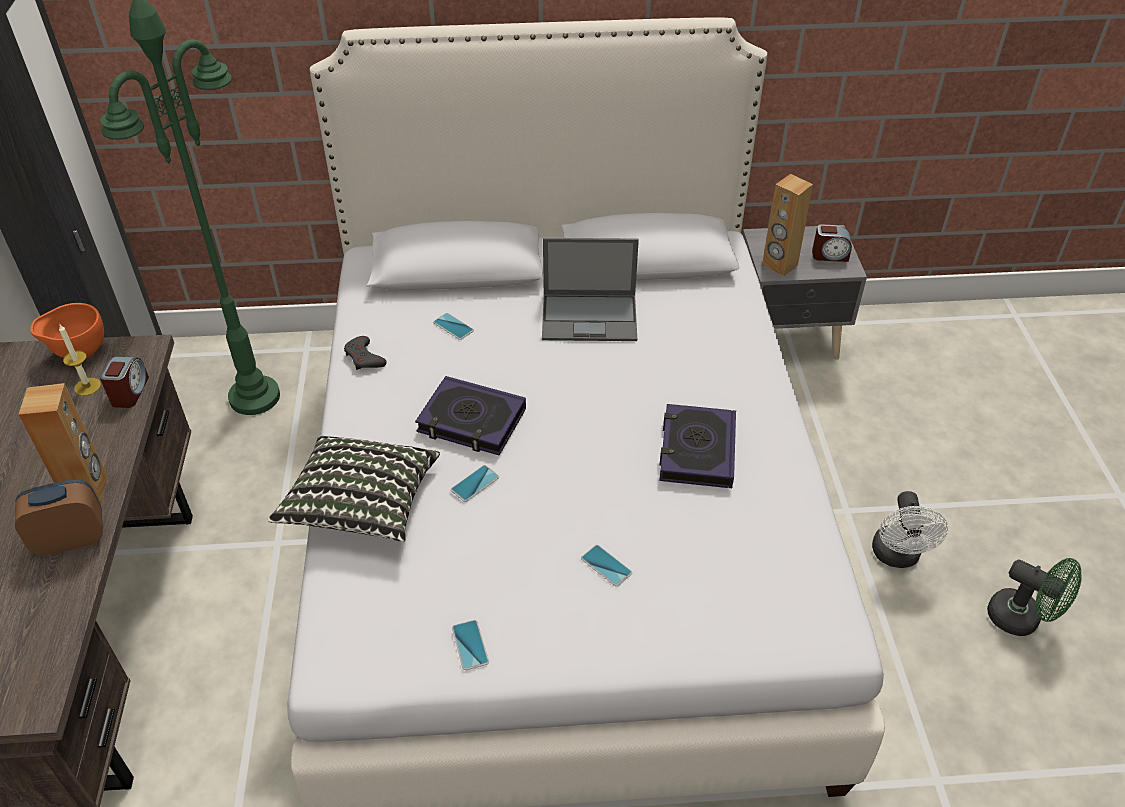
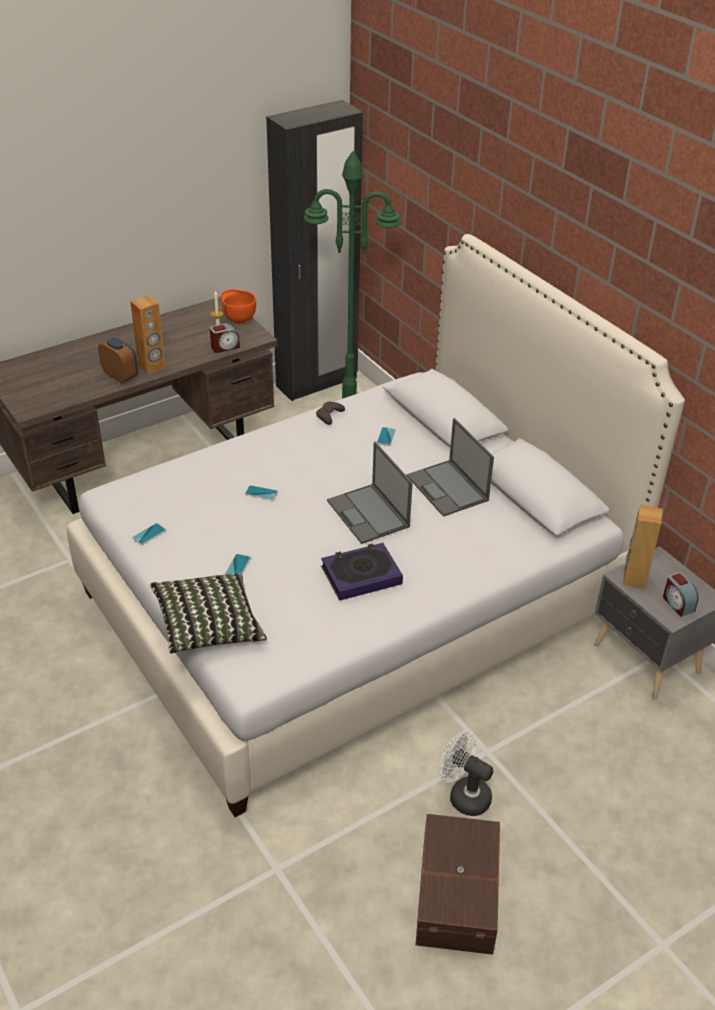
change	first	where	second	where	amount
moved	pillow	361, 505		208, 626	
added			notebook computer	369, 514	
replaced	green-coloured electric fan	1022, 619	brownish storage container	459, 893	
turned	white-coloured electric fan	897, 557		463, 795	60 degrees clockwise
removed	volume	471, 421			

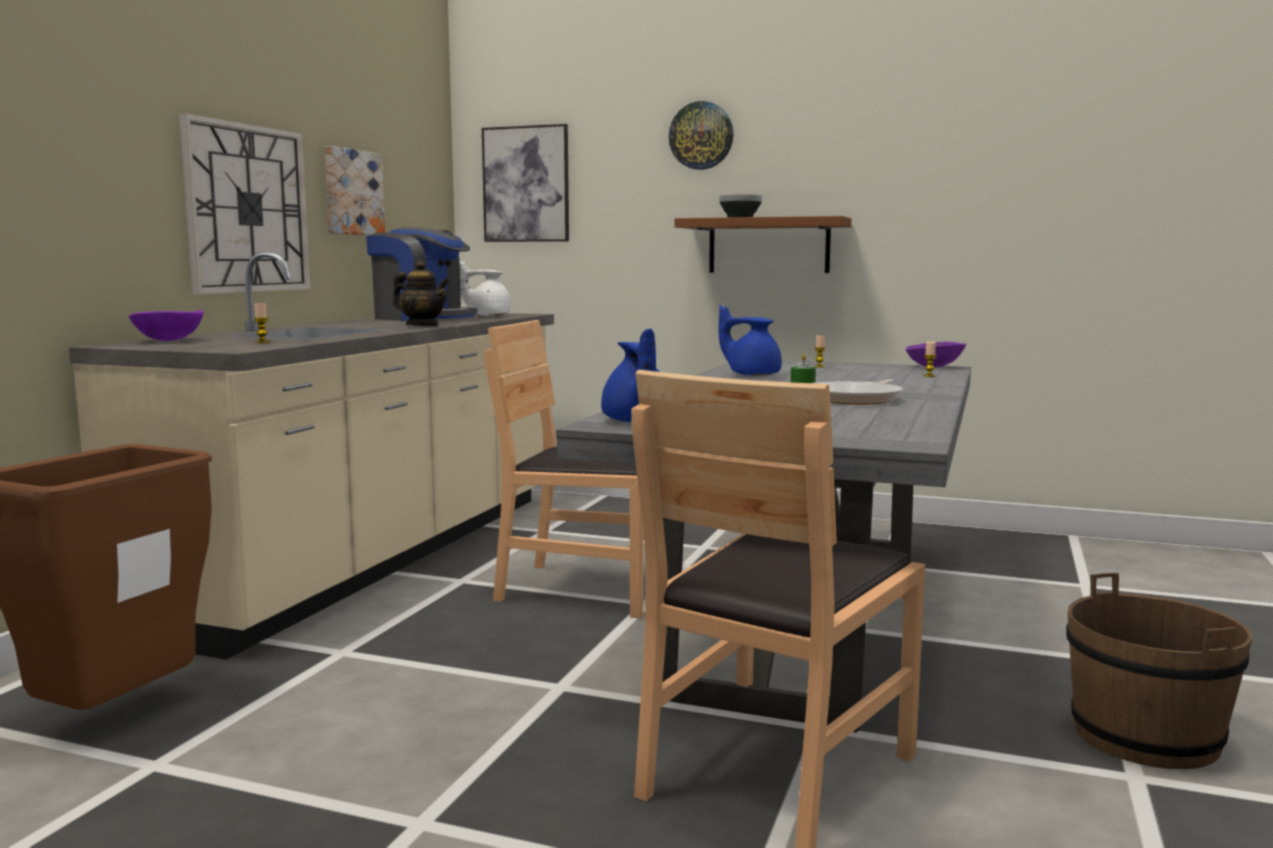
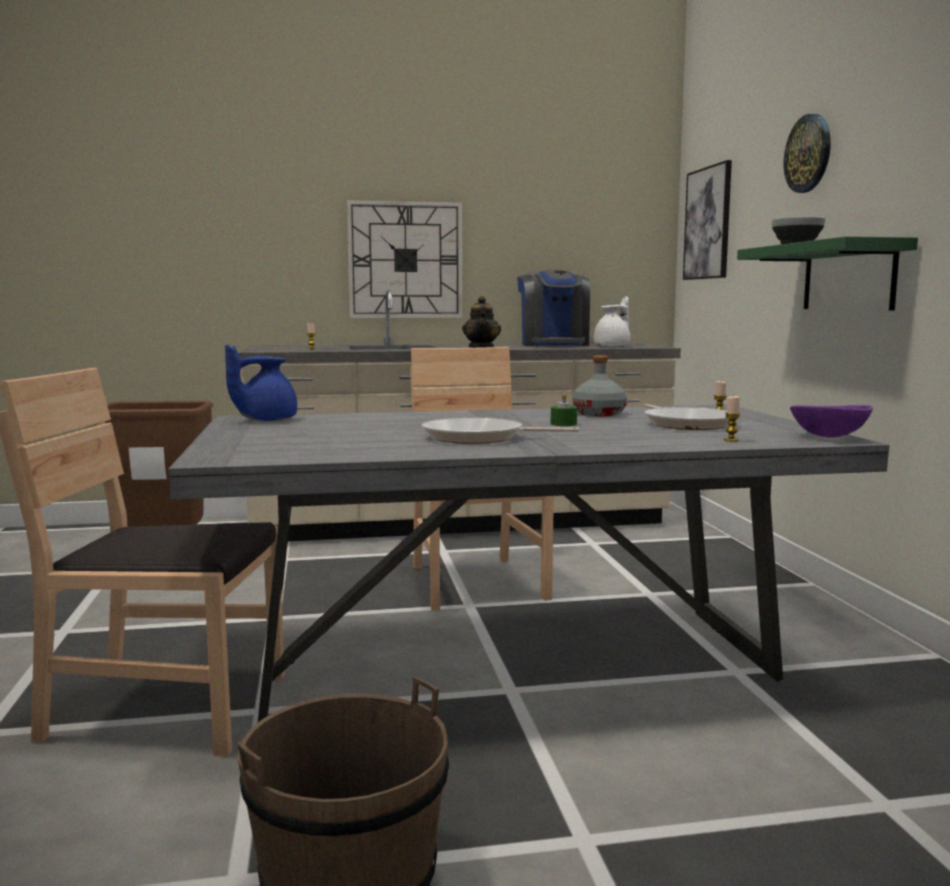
change	first	where	second	where	amount
replaced	blue teapot	752, 375	greyish drink bottle	599, 414	
turned	white-coloured teapot	488, 316		613, 346	75 degrees clockwise
added			skillet	687, 424	
recoloured	brownish shelf	769, 246	green-coloured shelf	848, 277	
removed	purple serving bowl	168, 341			
removed	wall picture	351, 192			

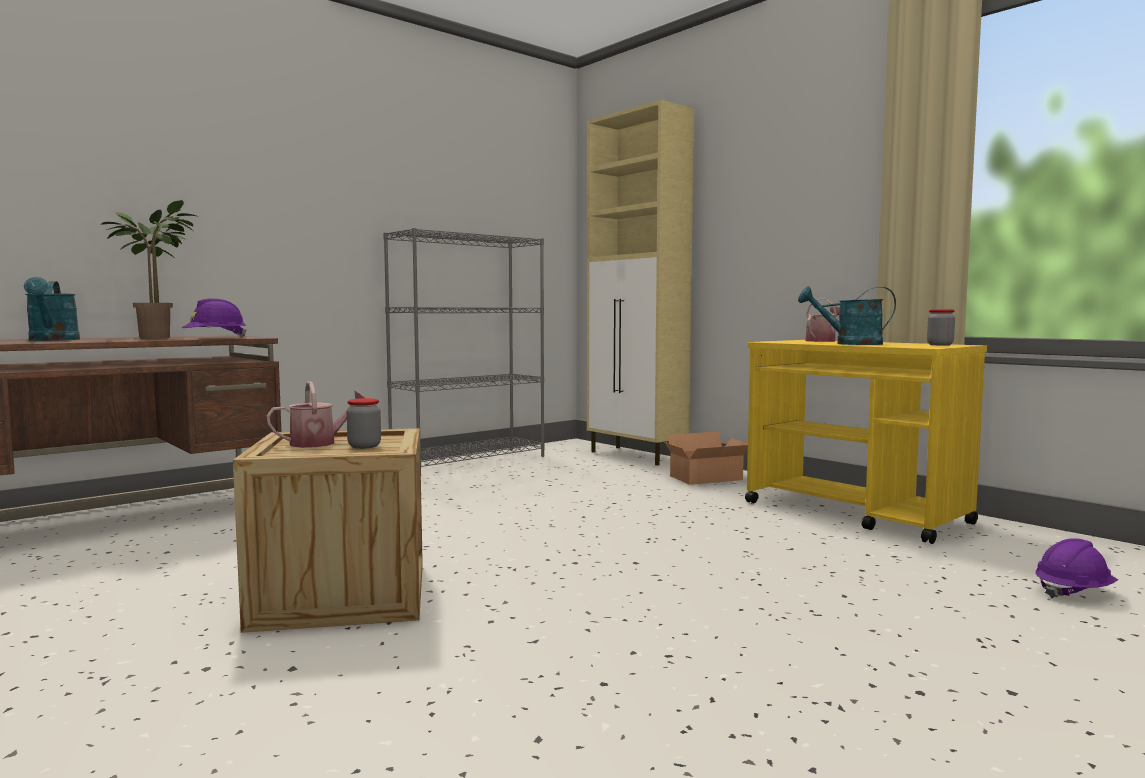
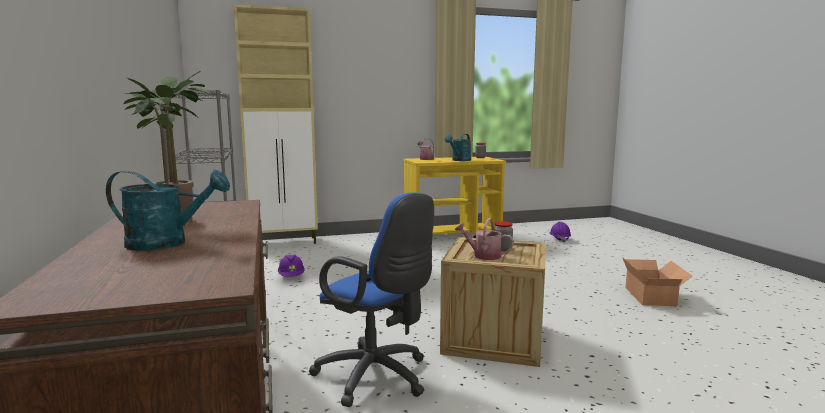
change	first	where	second	where	amount
moved	purple hard hat	215, 338		291, 277	
added			blue office chair	377, 378	
turned	watering can	319, 443		483, 255	60 degrees counterclockwise
moved	packing box	708, 478		651, 296	

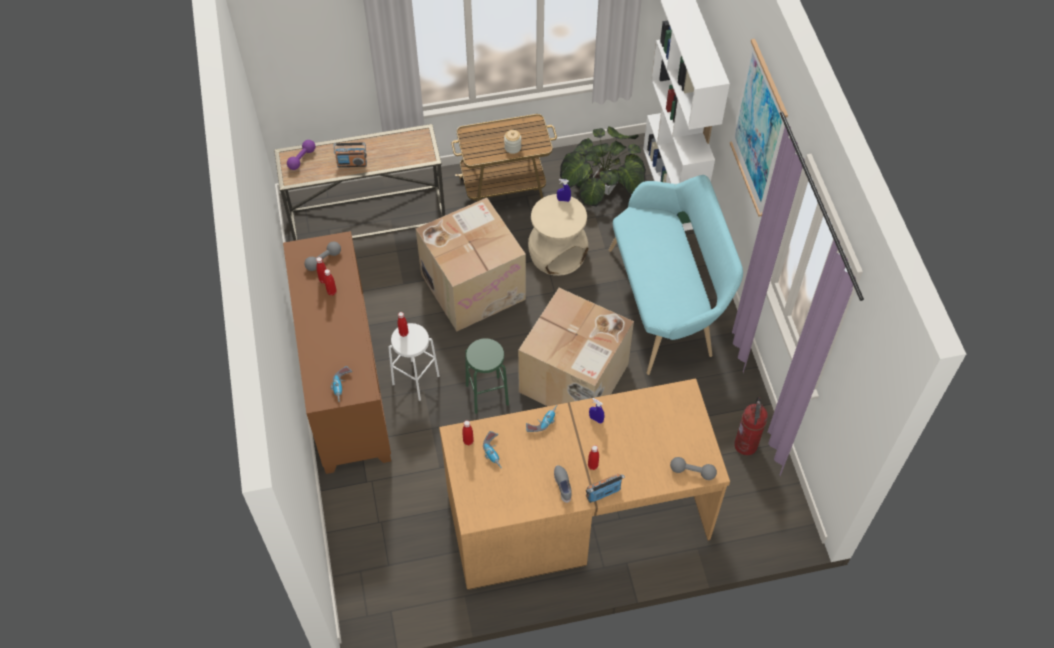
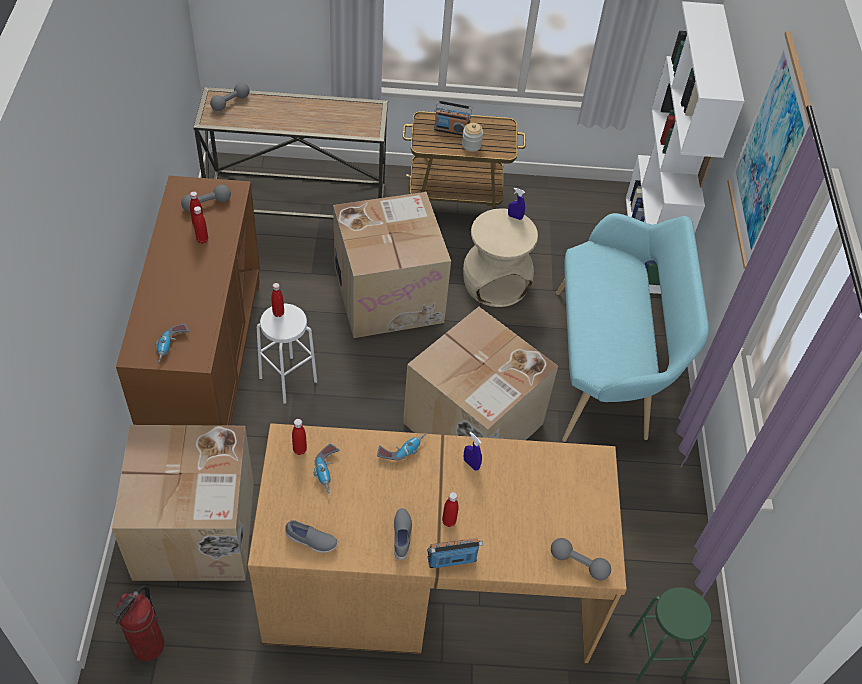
change	first	where	second	where	amount
added			packing box	196, 531	
moved	extinguisher	745, 445		148, 645	
recoloured	purple dumbbell	302, 159	greyish dumbbell	230, 102	
added			greyish item of footwear	311, 541	
moved	radio receiver	352, 163		451, 130	
moved	green-coloured stool seat	487, 395		656, 657	
removed	plant in a pot	604, 184			

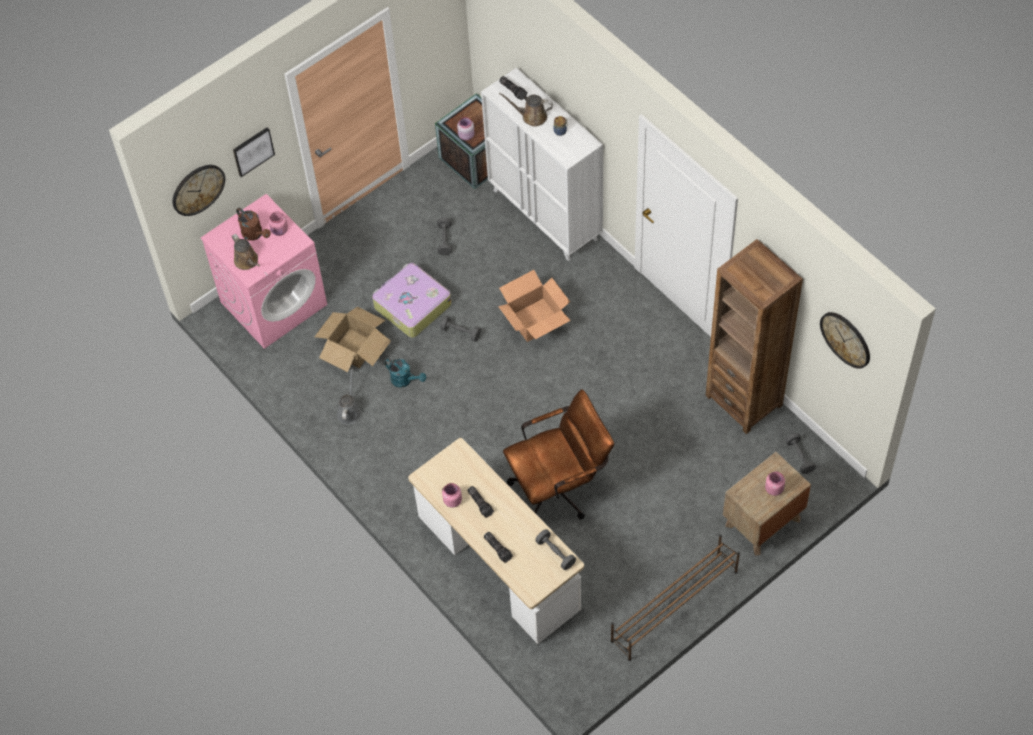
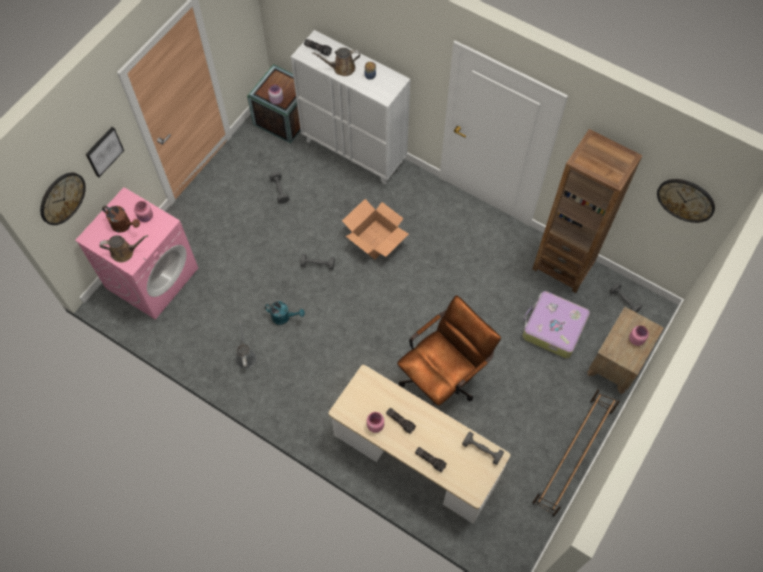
change	first	where	second	where	amount
turned	brownish watering can	247, 261		124, 252	45 degrees counterclockwise
moved	travel case	411, 306		553, 328	
removed	packing box	354, 348			

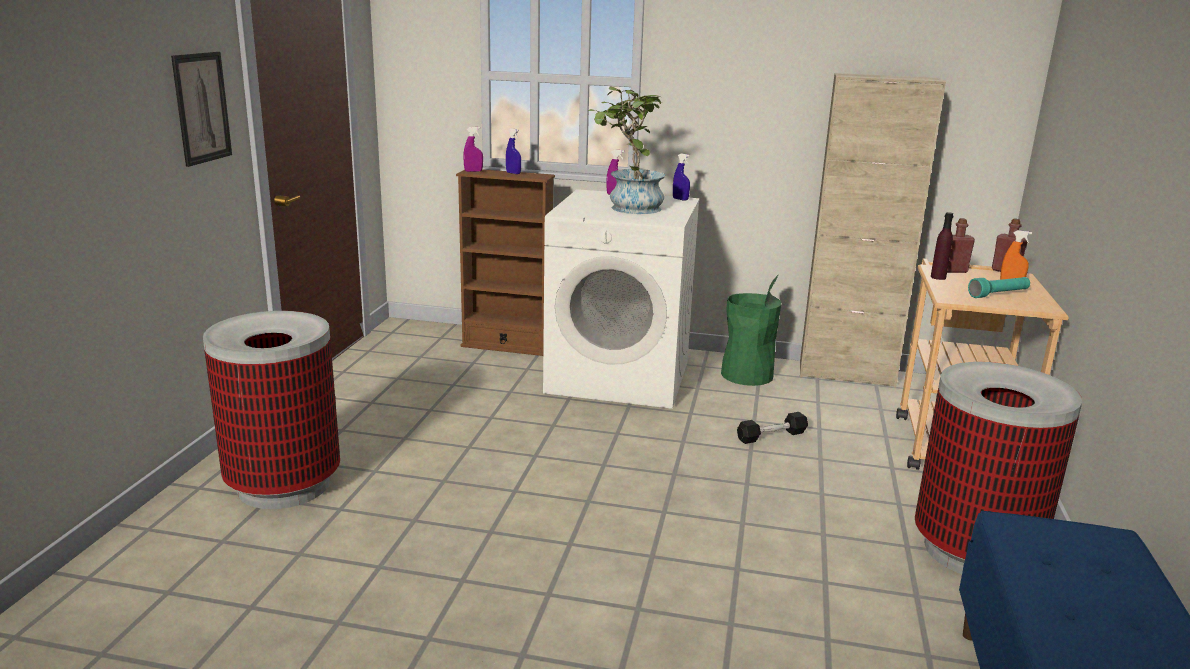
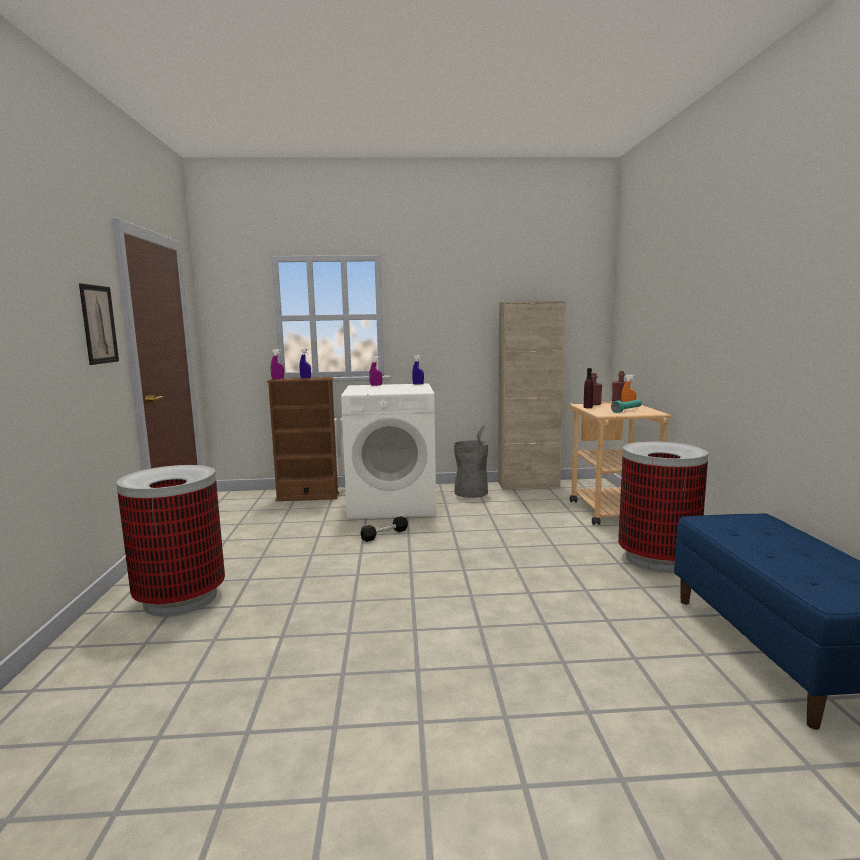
change	first	where	second	where	amount
moved	black dumbbell	771, 436		384, 534	
recoloured	green-coloured trash can	747, 375	greyish trash can	471, 492	
removed	plant in a pot	628, 207			

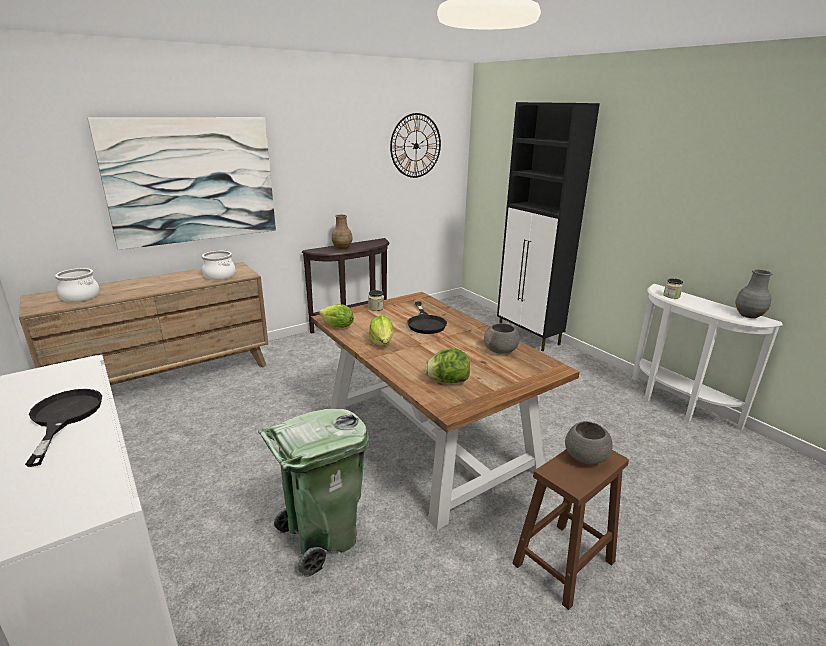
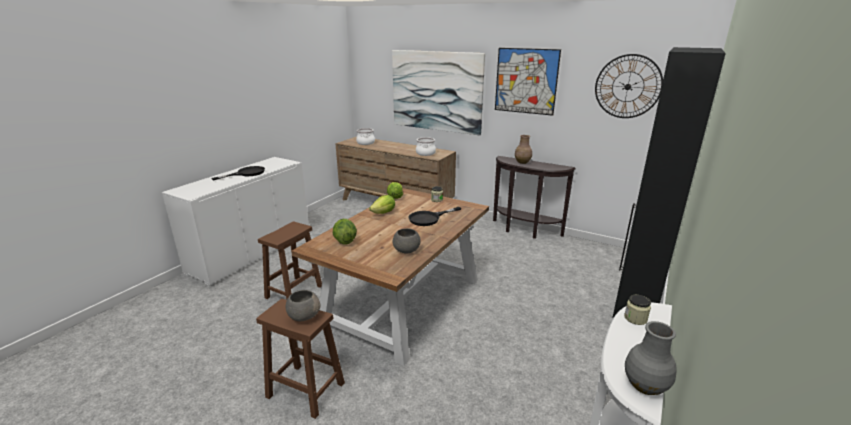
change	first	where	second	where	amount
replaced	green-coloured trash can	322, 538	brownish stool seat	294, 291	
added			wall picture	526, 81	

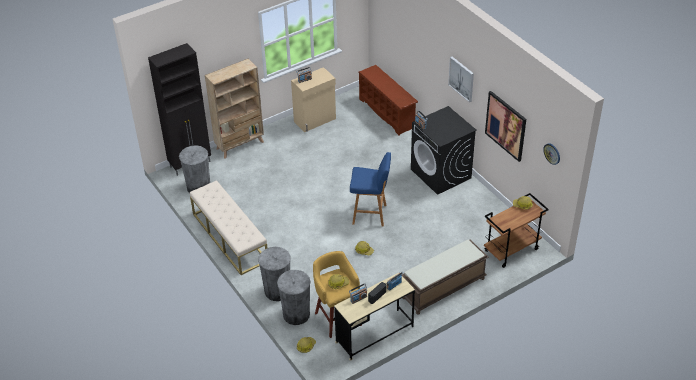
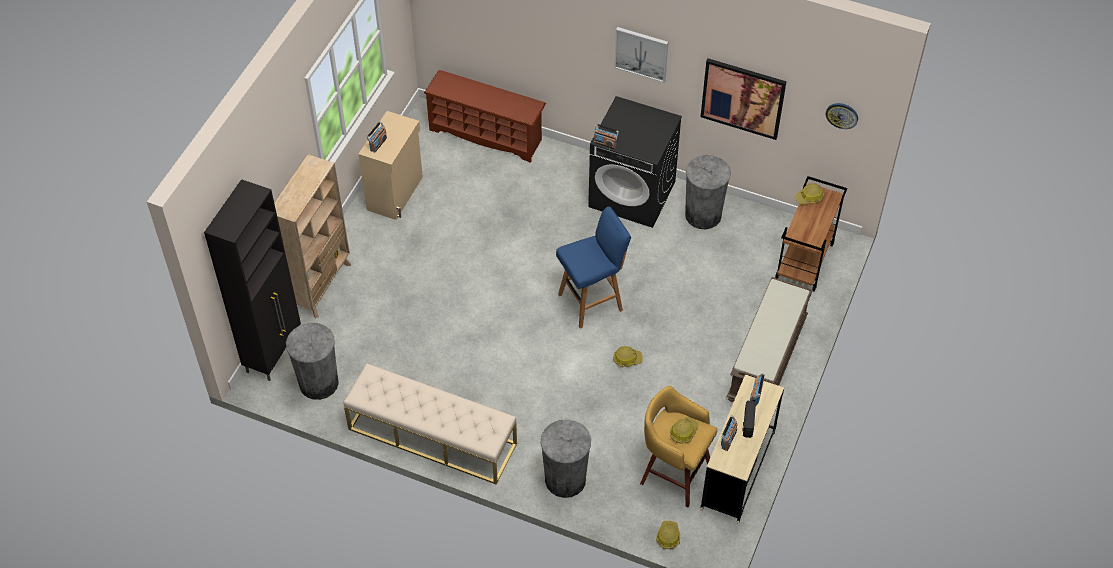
change	first	where	second	where	amount
moved	greyish trash can	296, 314		703, 215	

